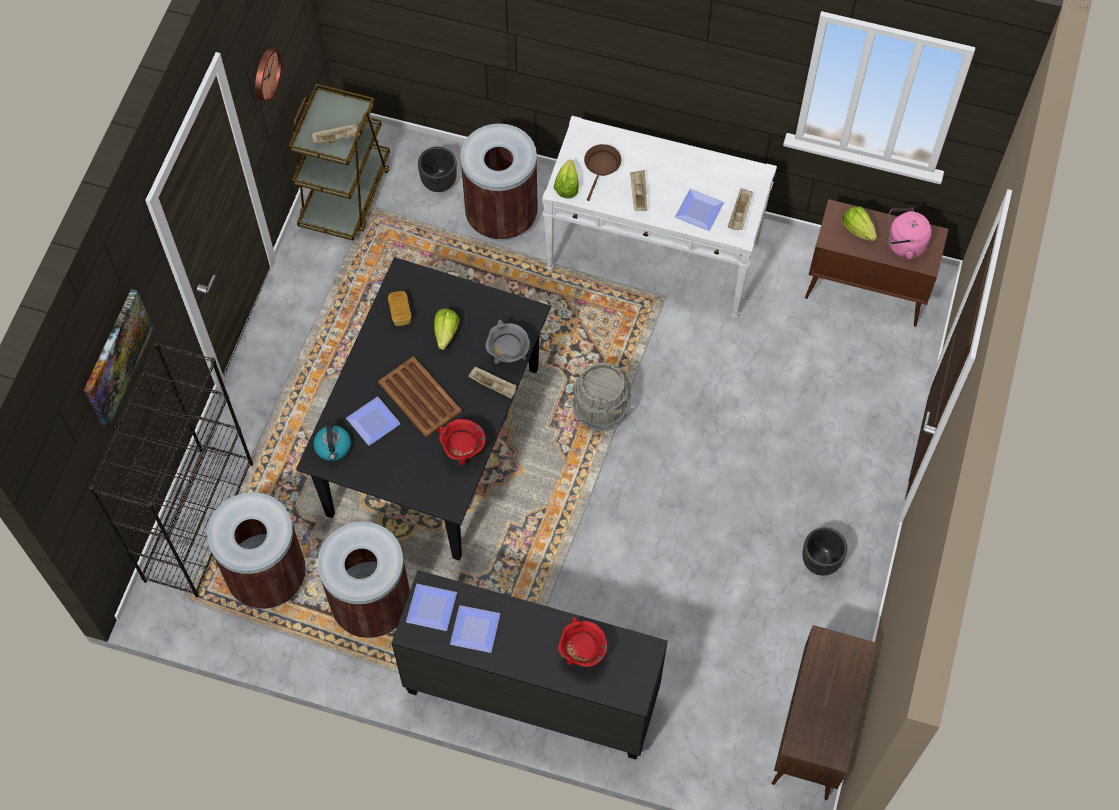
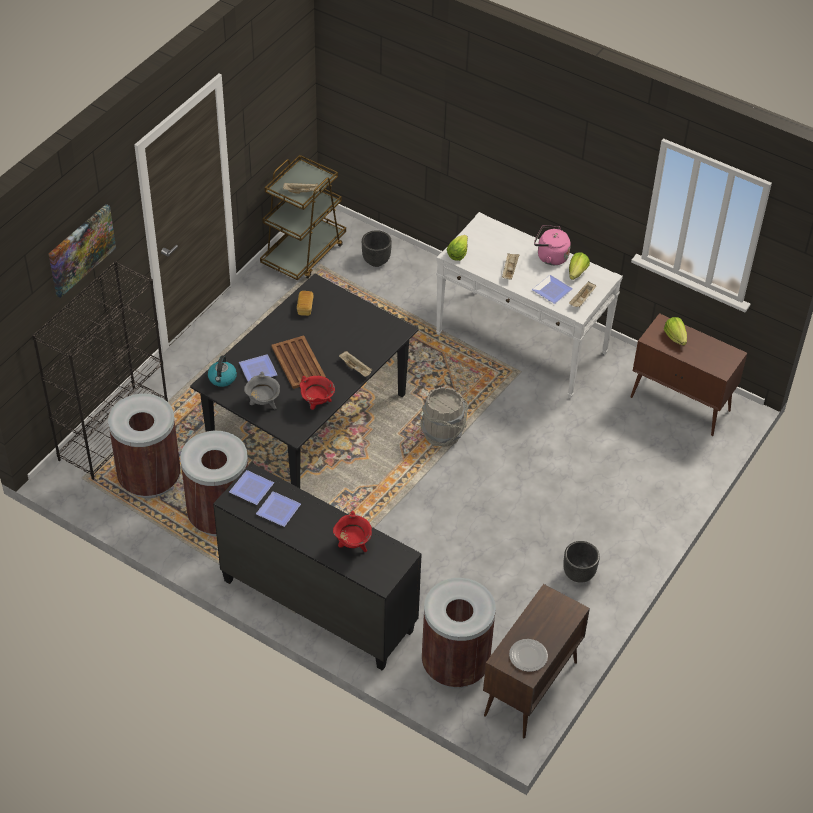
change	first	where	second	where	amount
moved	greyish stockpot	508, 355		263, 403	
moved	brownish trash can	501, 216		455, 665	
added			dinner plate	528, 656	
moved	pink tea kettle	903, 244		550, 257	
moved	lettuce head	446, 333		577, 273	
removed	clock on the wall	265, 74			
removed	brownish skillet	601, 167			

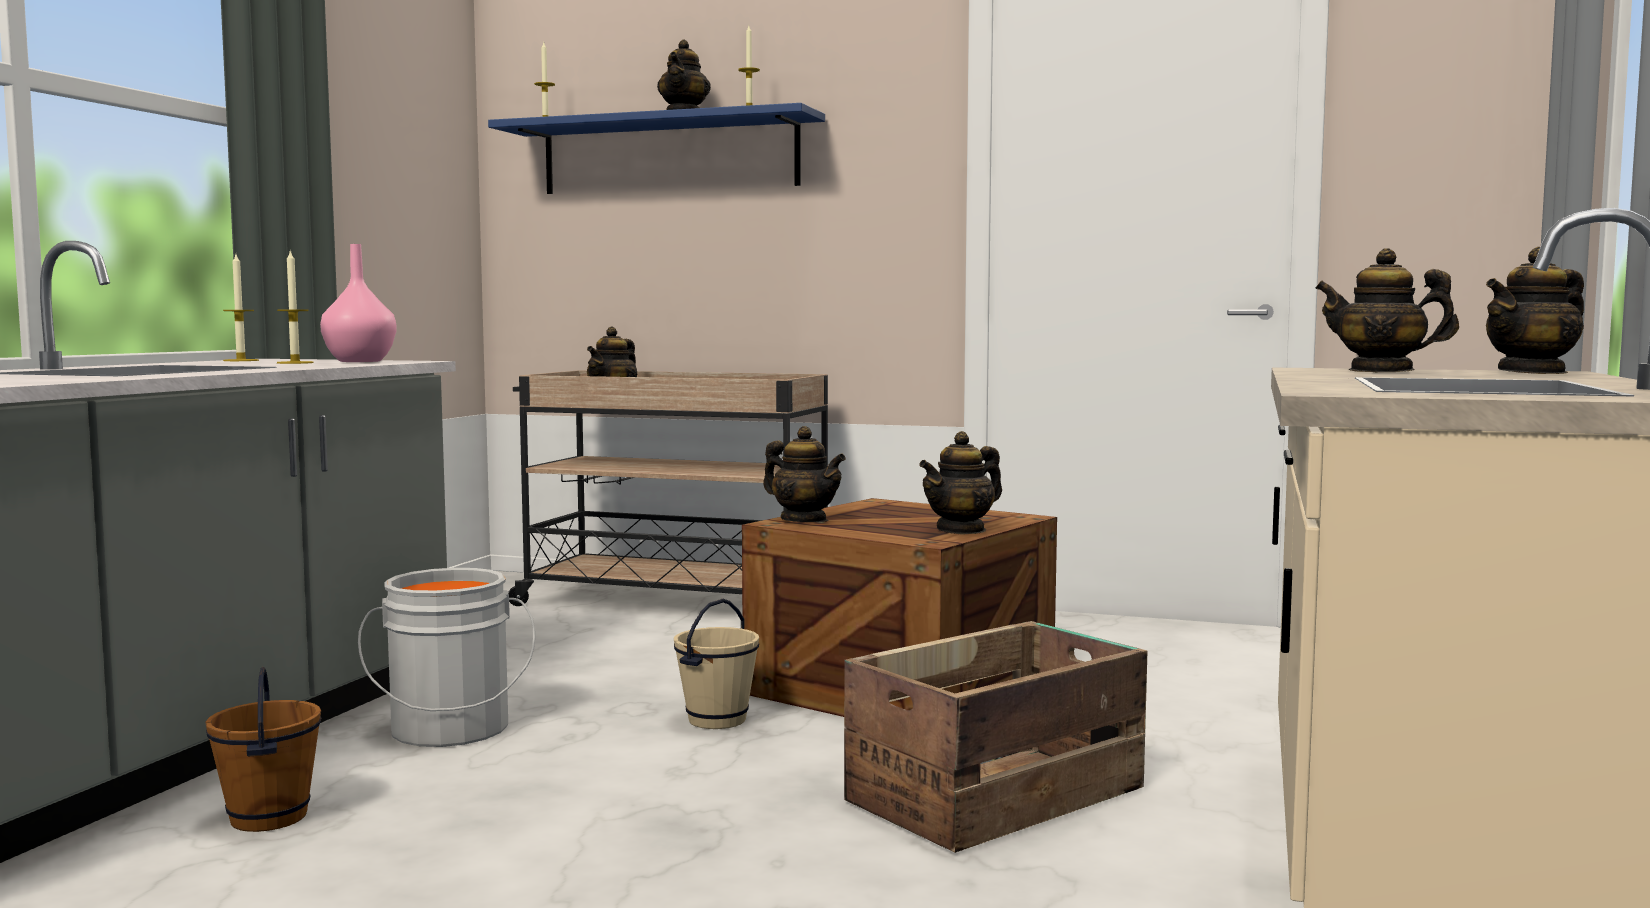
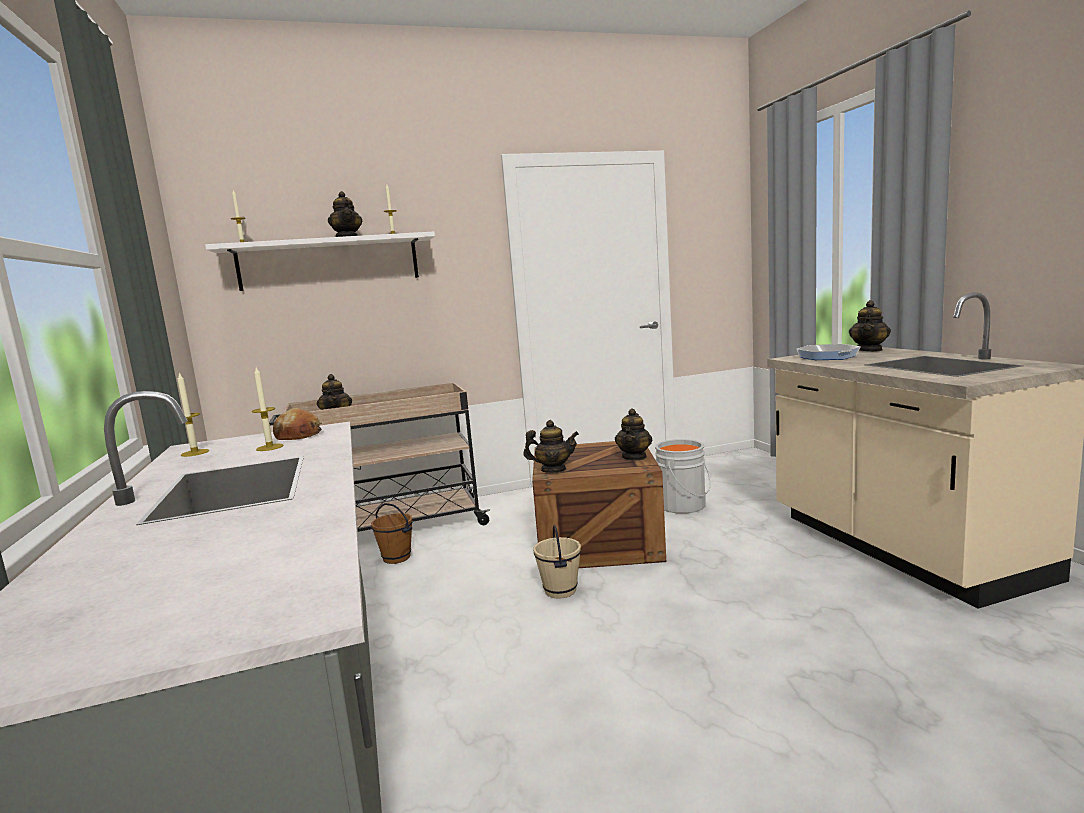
change	first	where	second	where	amount
recoloured	blue shelf	669, 155	white-coloured shelf	329, 262	
replaced	pink vase	361, 361	bread	299, 435	
moved	brownish bucket	270, 818		397, 558	
moved	greyish bucket	450, 731		684, 505	
replaced	teapot	1381, 371	skillet	827, 357	
removed	packing crate	1000, 795			

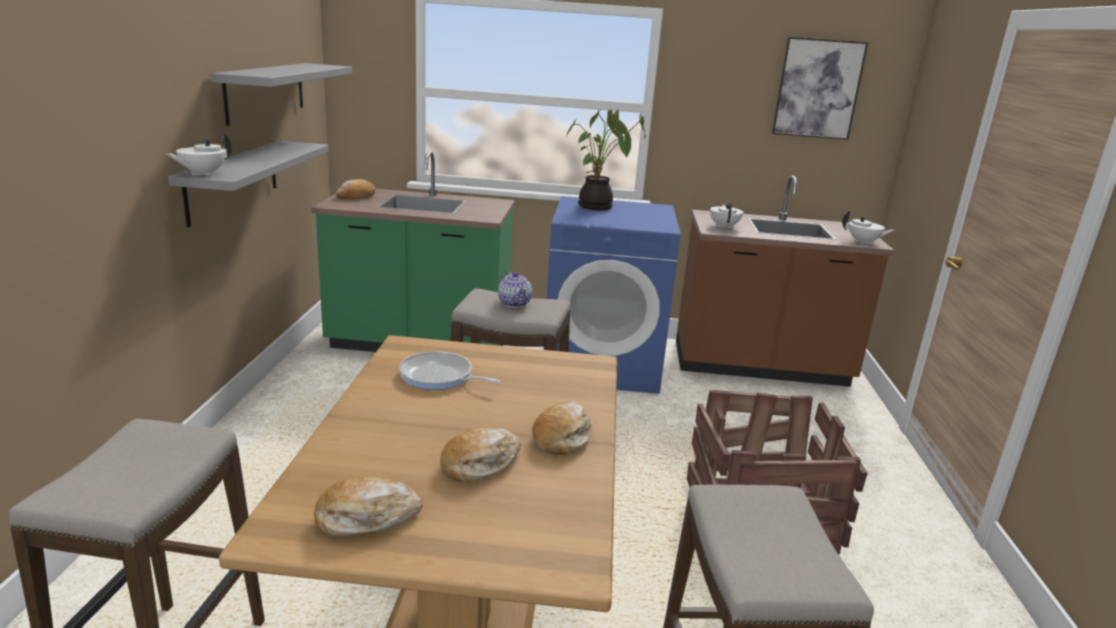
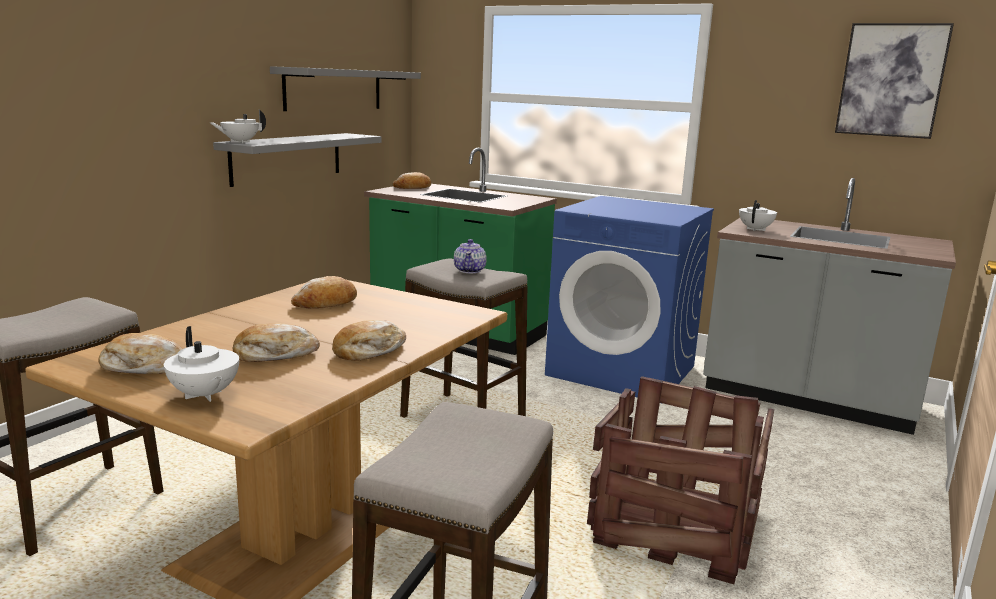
change	first	where	second	where	amount
moved	white-coloured teapot	863, 242		204, 395	
replaced	skillet	439, 377	bread	326, 303	
recoloured	brownish kitchen counter	760, 367	greyish kitchen counter	807, 399	
removed	plant in a pot	597, 207			

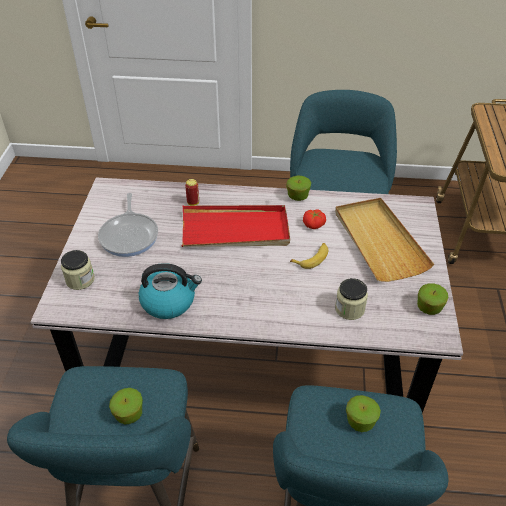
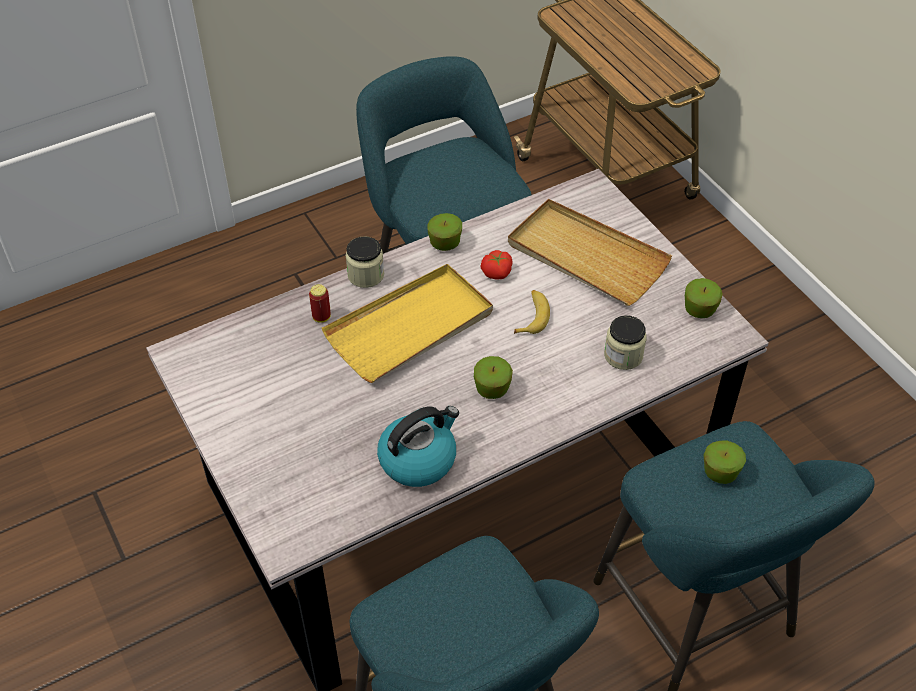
change	first	where	second	where	amount
recoloured	reddish tray	235, 230	yellow tray	410, 327	
moved	jar	80, 280		366, 275	
moved	apple fruit	129, 414		492, 389	
removed	skillet	130, 235			

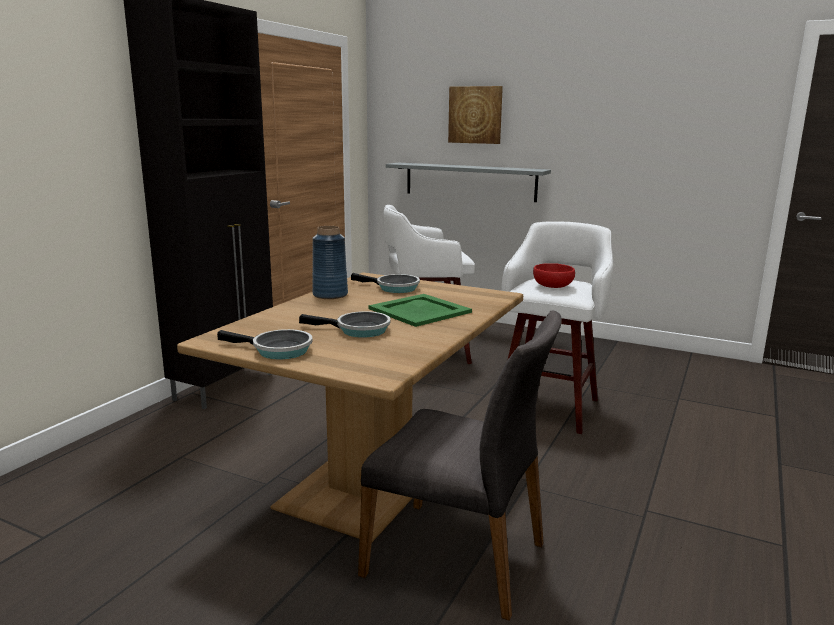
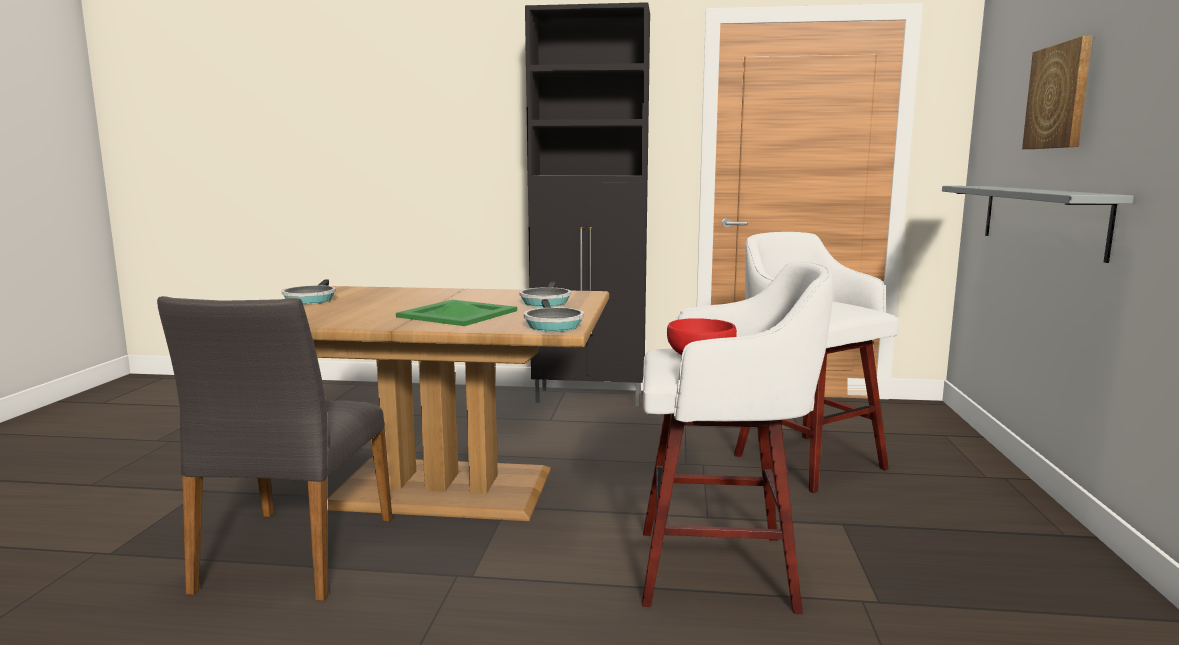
change	first	where	second	where	amount
moved	skillet	358, 330		552, 325	
removed	blue vase	330, 295			

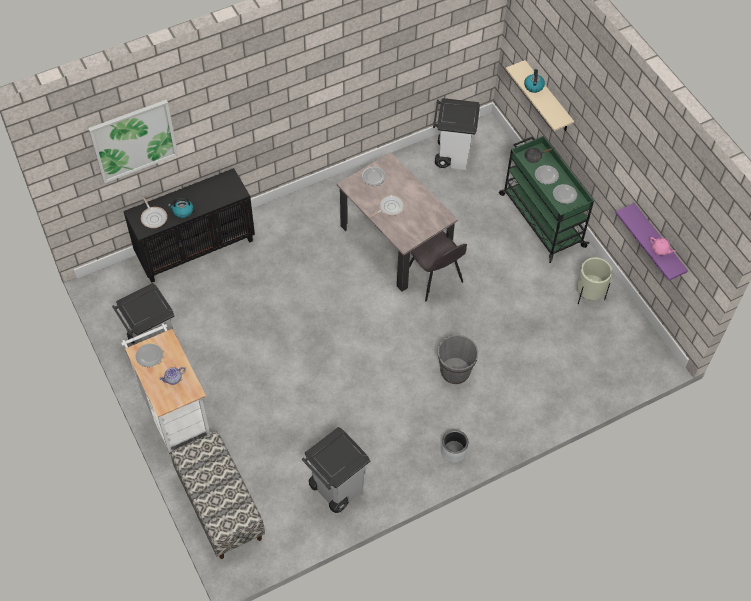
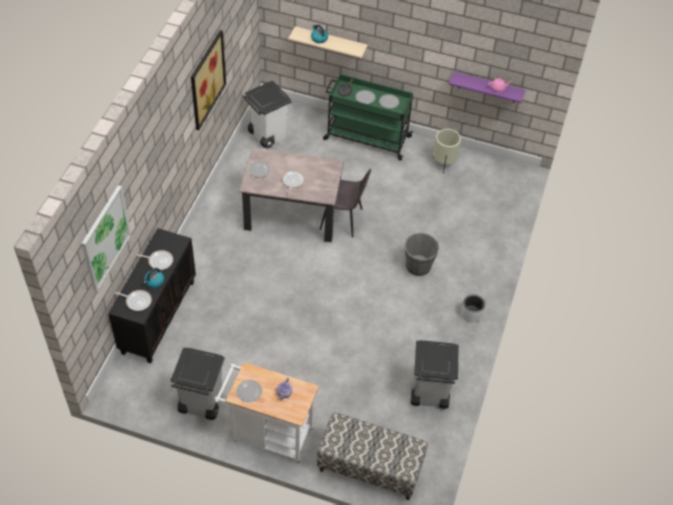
change	first	where	second	where	amount
added			skillet	159, 261	
added			wall picture	207, 80	

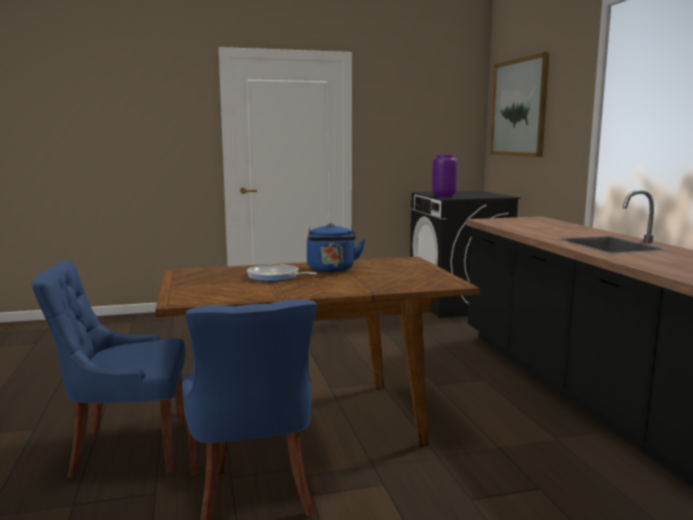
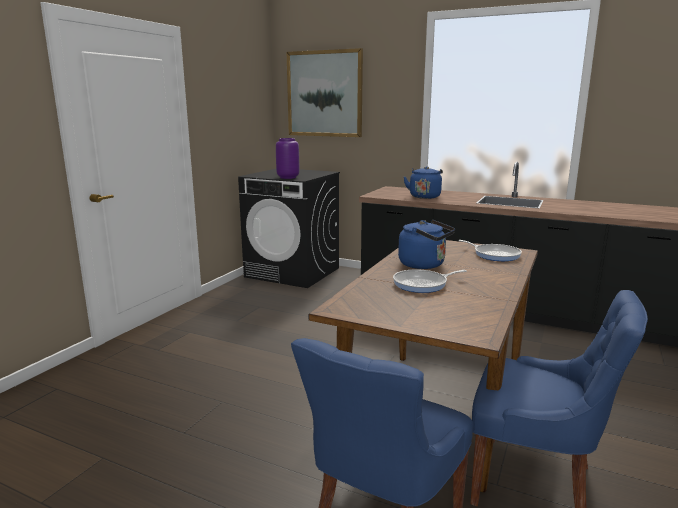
change	first	where	second	where	amount
added			blue tea kettle	424, 196	
added			skillet	494, 255	

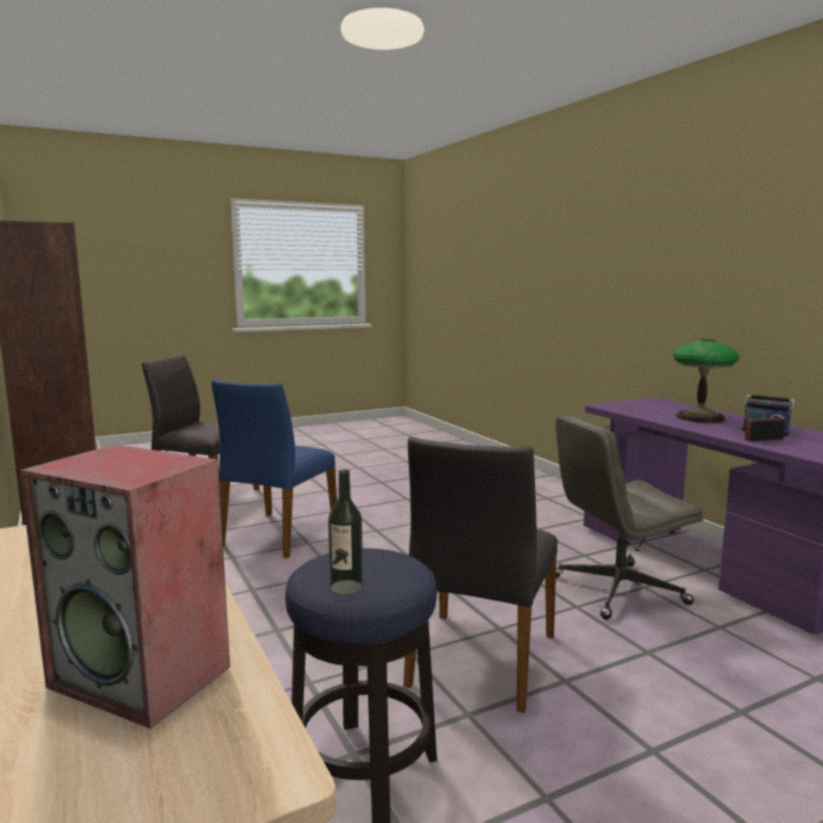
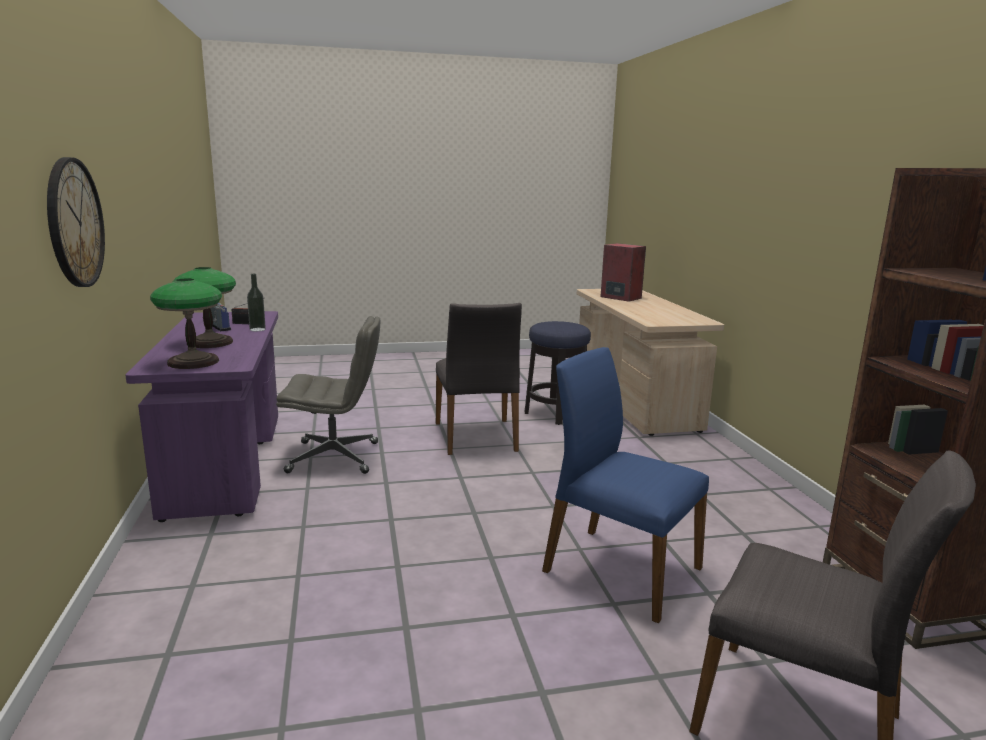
change	first	where	second	where	amount
added			clock on the wall	74, 223	
added			table lamp	194, 362	
moved	drink bottle	346, 587		257, 329	
turned	greyish plain chair	480, 659		477, 437	135 degrees clockwise
turned	blue plain chair	277, 535		619, 569	90 degrees counterclockwise

